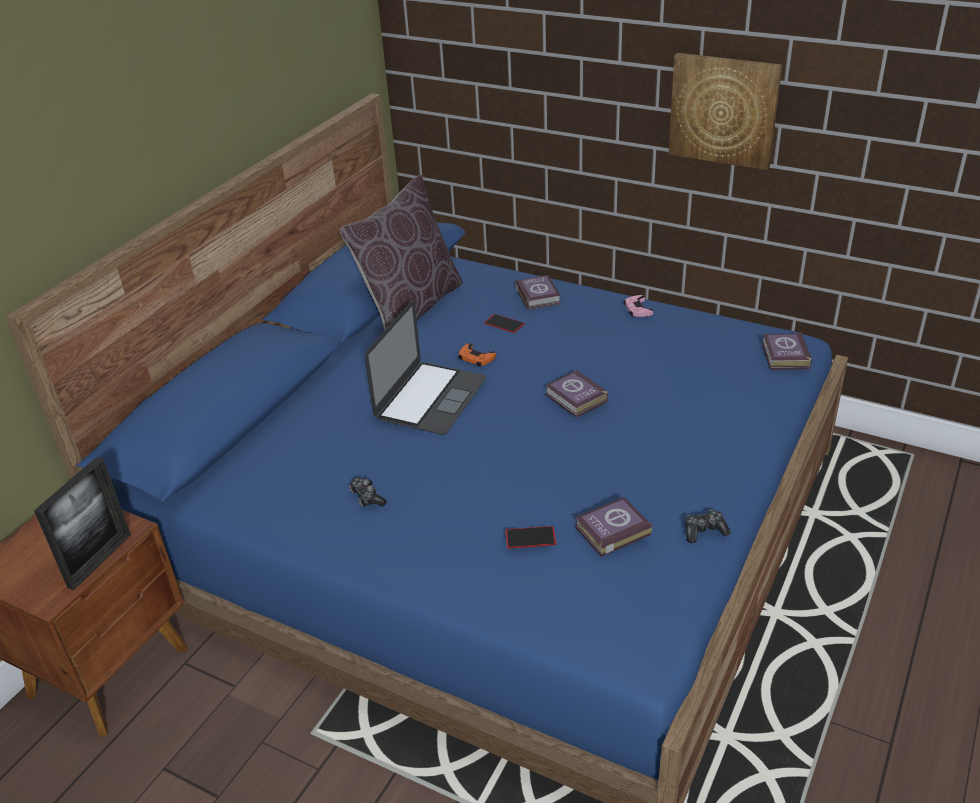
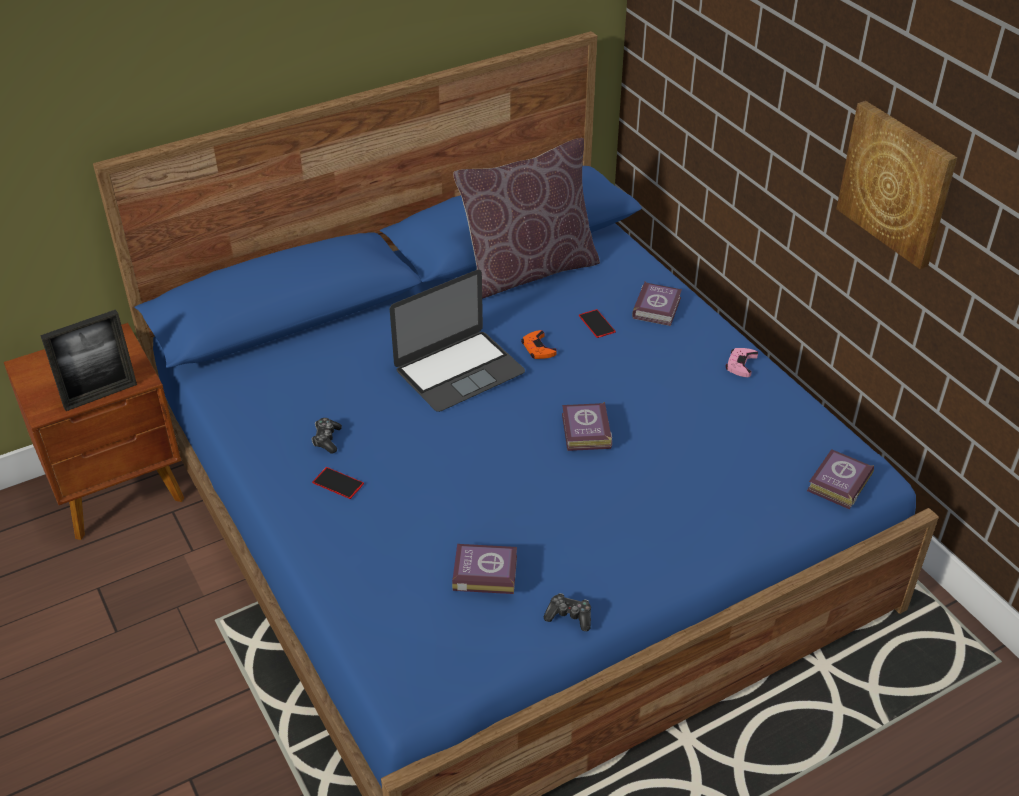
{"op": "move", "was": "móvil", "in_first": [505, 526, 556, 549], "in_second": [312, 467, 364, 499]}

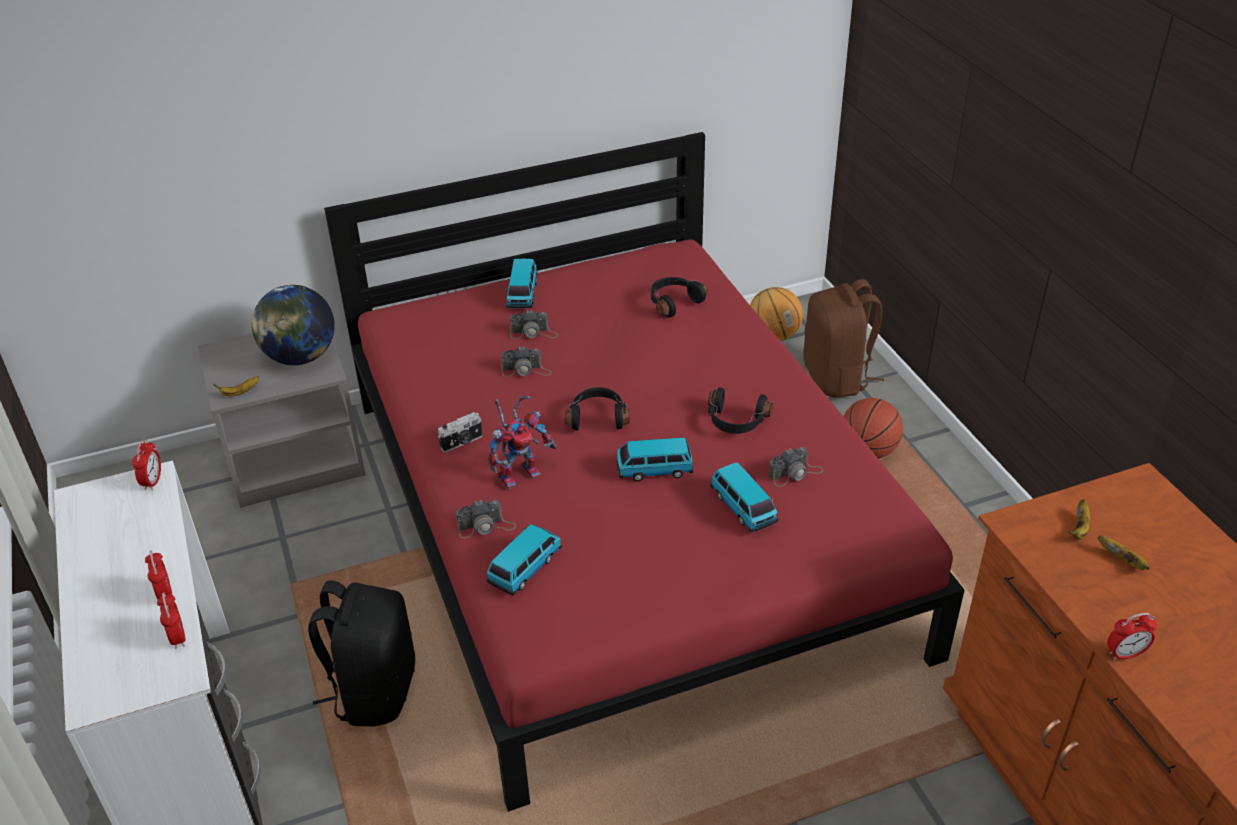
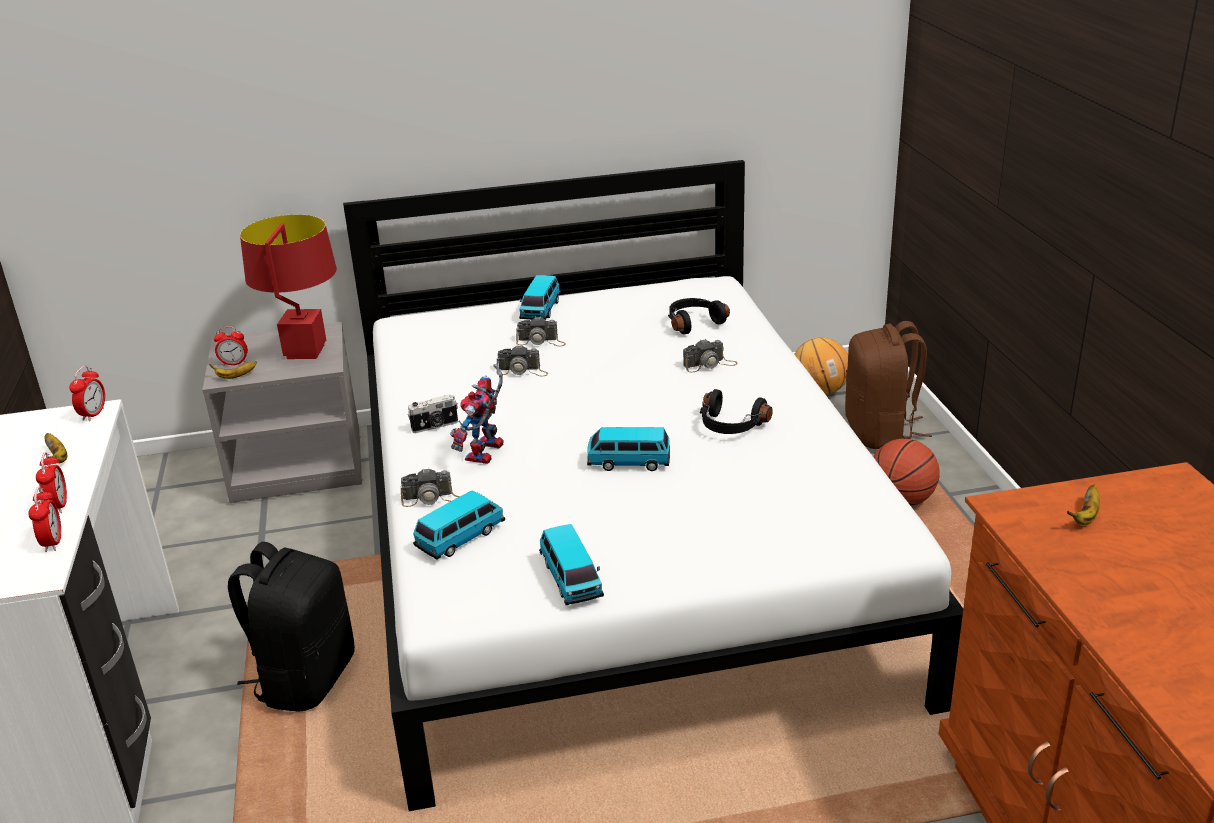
{"op": "replace", "was": "globo terráqueo", "now": "lámpara de mesa [rojo]", "in_first": [252, 285, 335, 365], "in_second": [240, 214, 337, 359]}
{"op": "recolor", "was": "cama [rojo]", "now": "cama [blanco]", "in_first": [324, 132, 965, 812], "in_second": [343, 160, 963, 811]}
{"op": "rotate", "was": "robot de juguete", "in_first": [488, 396, 557, 490], "in_second": [450, 364, 504, 464], "clockwise": 135}
{"op": "delete", "was": "auriculares [negro]", "in_first": [565, 387, 630, 431]}
{"op": "move", "was": "coche de juguete", "in_first": [710, 462, 779, 533], "in_second": [539, 524, 604, 605]}
{"op": "move", "was": "cámara", "in_first": [768, 447, 823, 487], "in_second": [683, 339, 738, 372]}
{"op": "move", "was": "plátano", "in_first": [1098, 535, 1150, 570], "in_second": [44, 433, 67, 463]}
{"op": "move", "was": "despertador", "in_first": [1107, 613, 1157, 661], "in_second": [214, 326, 248, 366]}

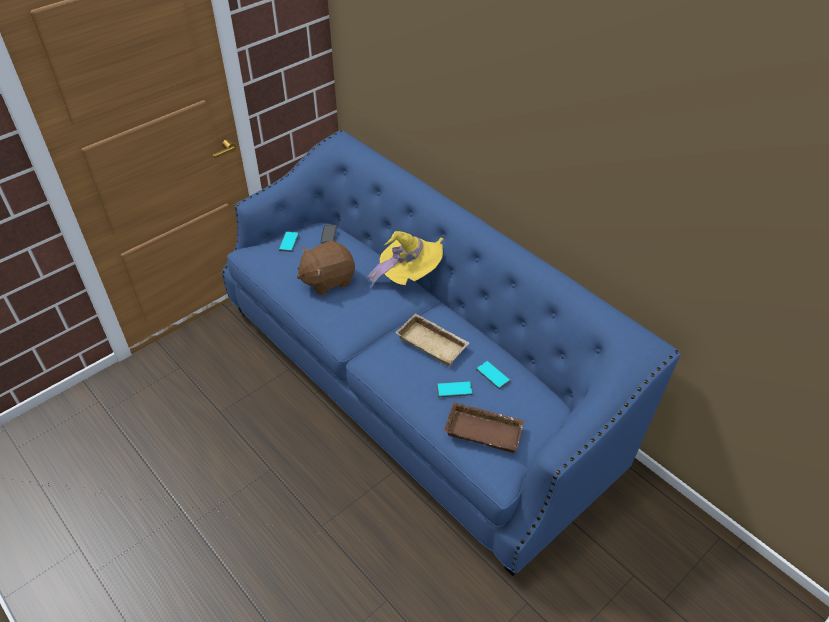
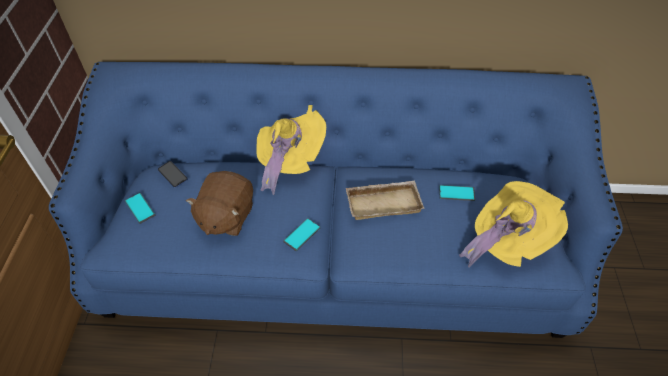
{"op": "move", "was": "móvil", "in_first": [436, 381, 473, 397], "in_second": [283, 218, 320, 251]}
{"op": "replace", "was": "bandeja [marrón]", "now": "sombrero [amarillo]", "in_first": [444, 402, 524, 453], "in_second": [459, 181, 568, 268]}

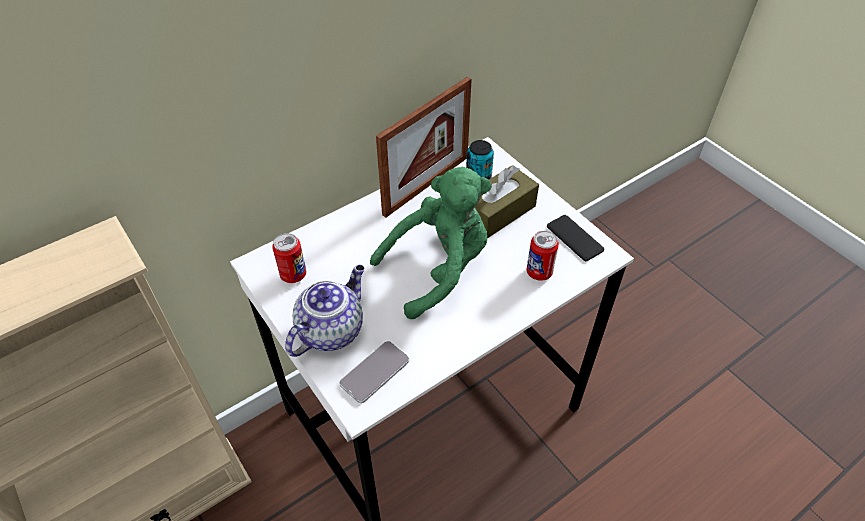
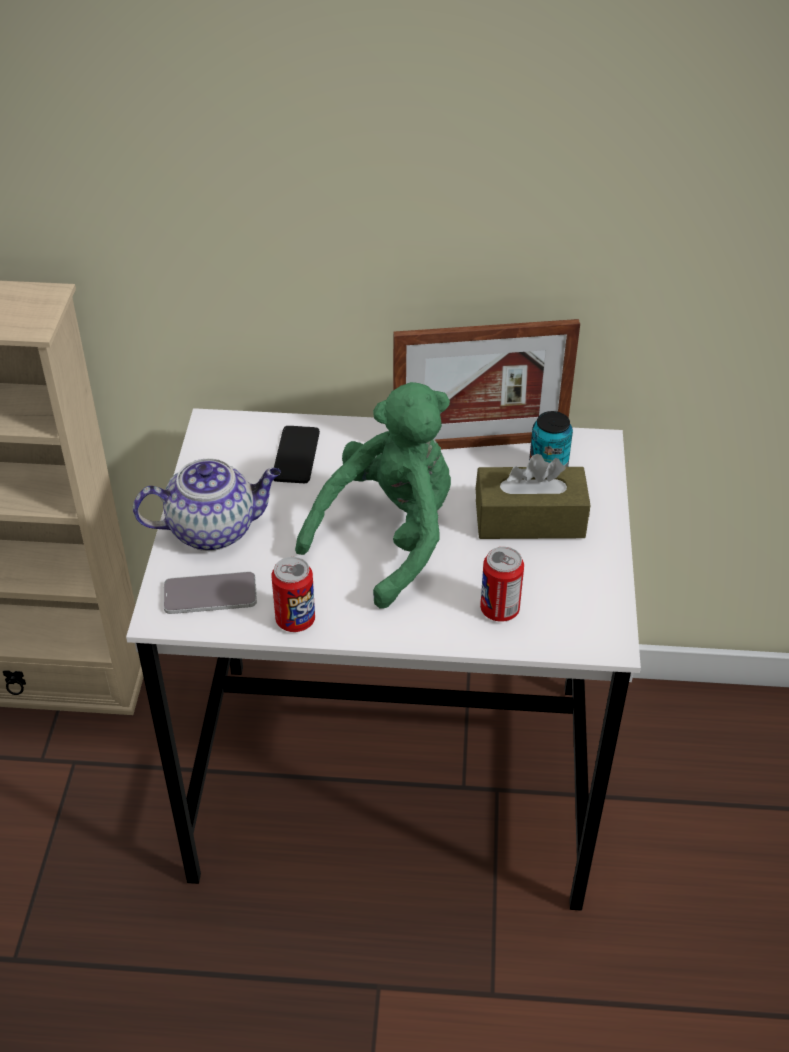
{"op": "move", "was": "lata", "in_first": [272, 233, 306, 283], "in_second": [271, 557, 315, 632]}
{"op": "rotate", "was": "peluche [verde]", "in_first": [370, 167, 492, 319], "in_second": [295, 382, 451, 608], "clockwise": -60}
{"op": "move", "was": "móvil", "in_first": [547, 215, 604, 261], "in_second": [273, 426, 320, 483]}

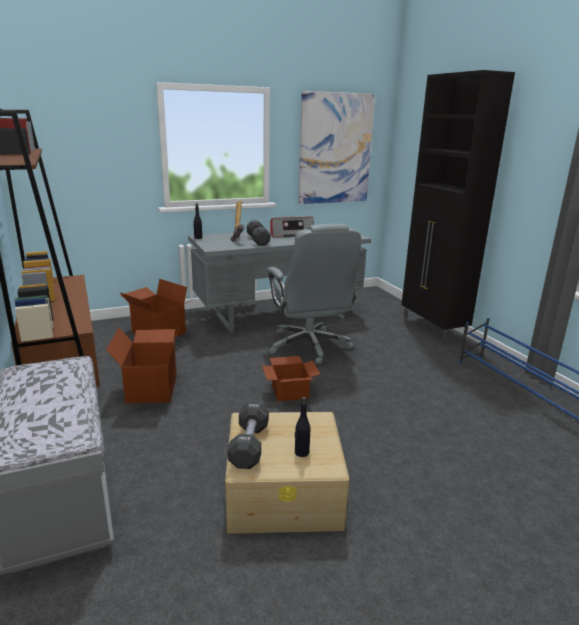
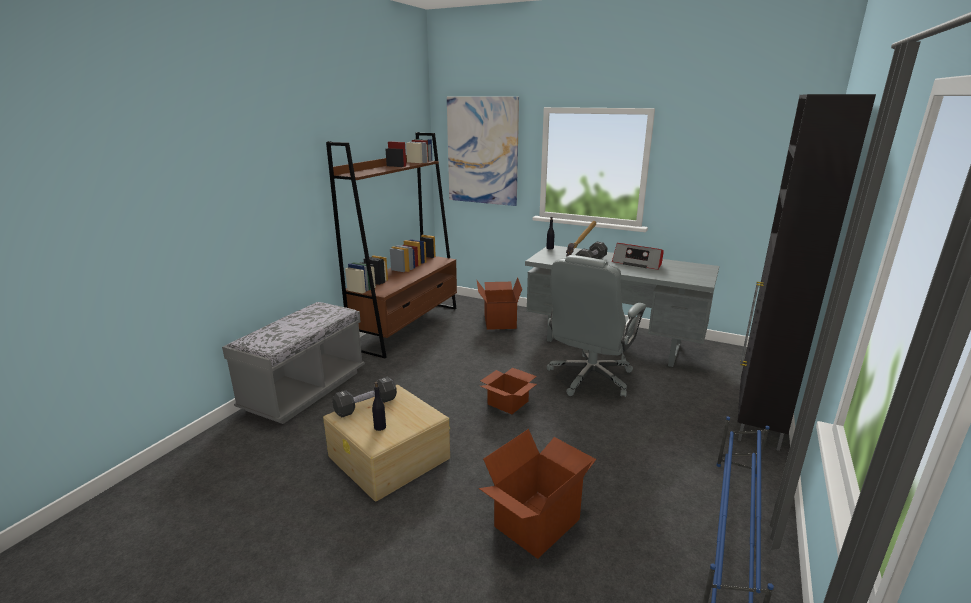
{"op": "move", "was": "caja de cartón", "in_first": [106, 324, 180, 403], "in_second": [479, 429, 596, 559]}
{"op": "move", "was": "cuadro", "in_first": [298, 91, 375, 204], "in_second": [447, 97, 519, 206]}

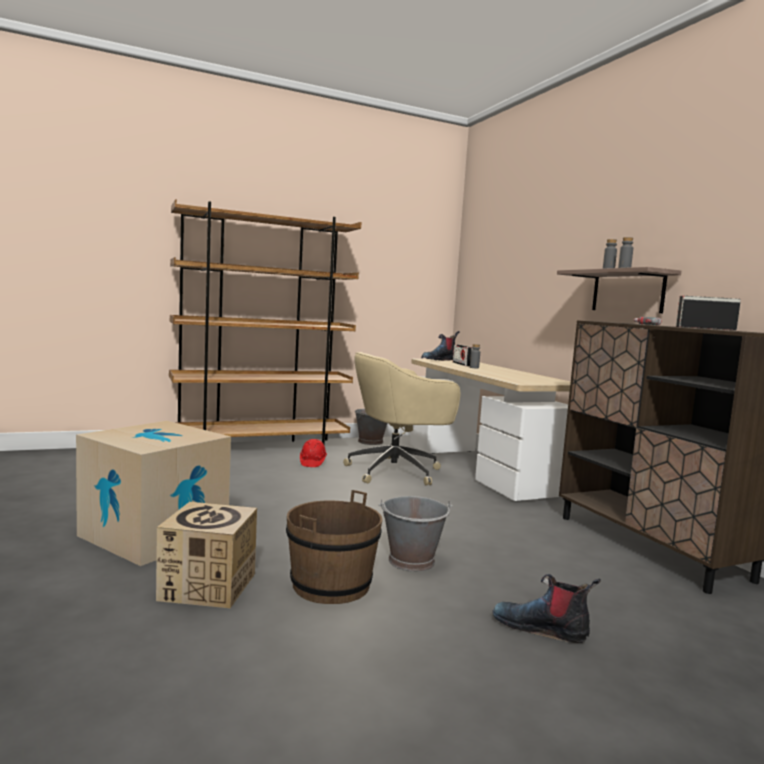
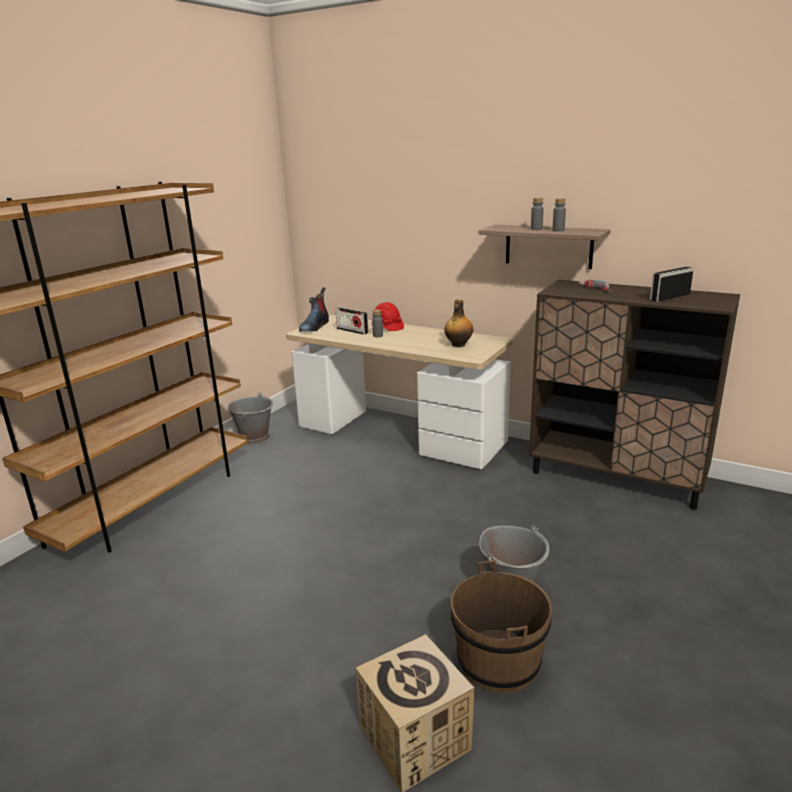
{"op": "delete", "was": "caja de cartón", "in_first": [76, 421, 231, 566]}
{"op": "move", "was": "casco [rojo]", "in_first": [300, 439, 327, 467], "in_second": [373, 302, 404, 331]}
{"op": "delete", "was": "silla de oficina [beis]", "in_first": [343, 352, 460, 485]}
{"op": "delete", "was": "bota", "in_first": [492, 574, 601, 643]}
{"op": "insert", "now": "botella", "in_second": [444, 300, 473, 347]}

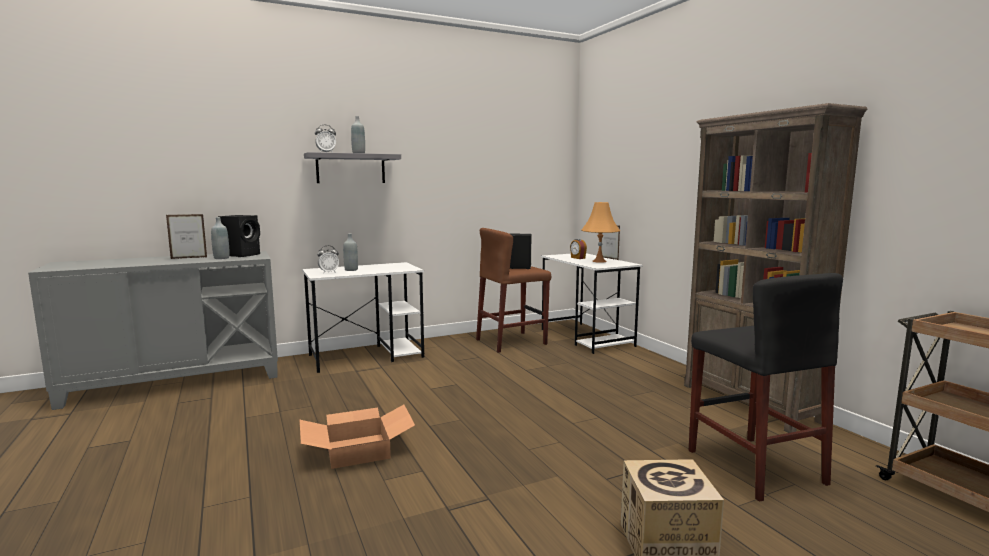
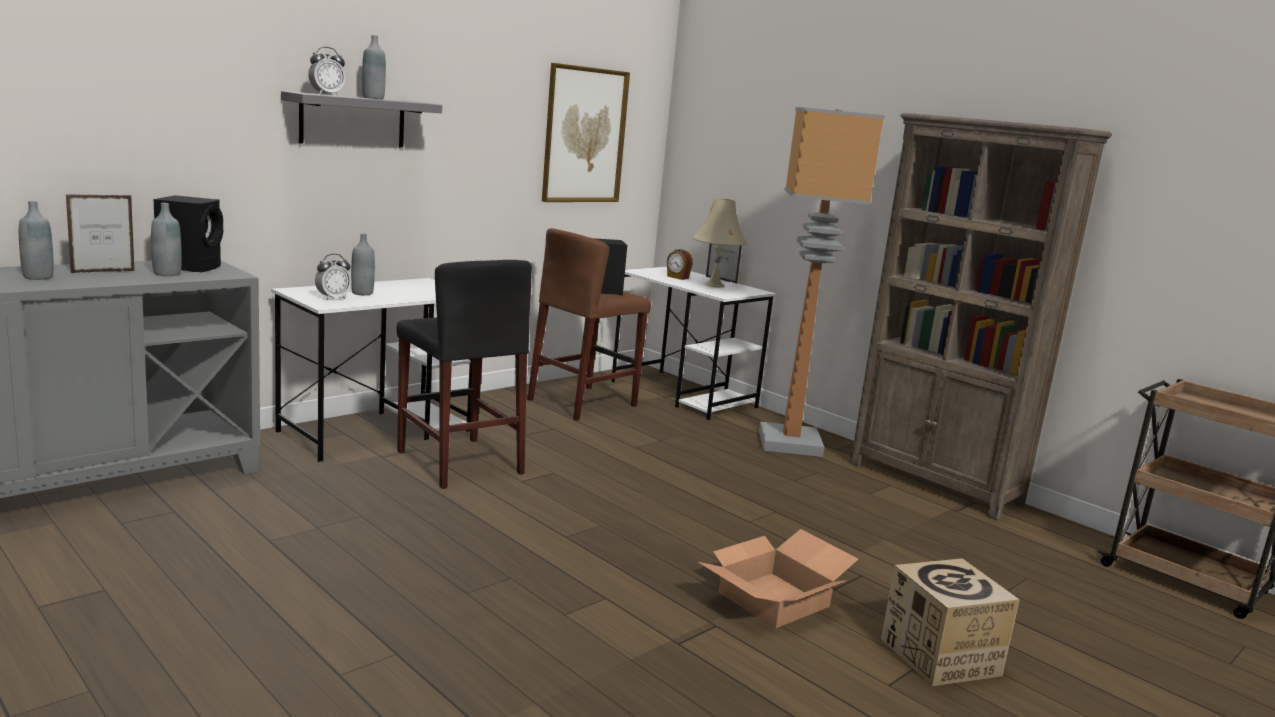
{"op": "move", "was": "caja de cartón", "in_first": [300, 405, 415, 469], "in_second": [698, 529, 858, 628]}
{"op": "recolor", "was": "lámpara de mesa [naranja]", "now": "lámpara de mesa [beis]", "in_first": [582, 202, 620, 263], "in_second": [692, 198, 747, 288]}
{"op": "move", "was": "taburete [negro]", "in_first": [689, 273, 843, 502], "in_second": [397, 260, 532, 489]}
{"op": "insert", "now": "botella [gris]", "in_second": [19, 201, 54, 280]}
{"op": "insert", "now": "cuadro", "in_second": [542, 63, 630, 202]}
{"op": "insert", "now": "lámpara de pie", "in_second": [759, 107, 885, 457]}

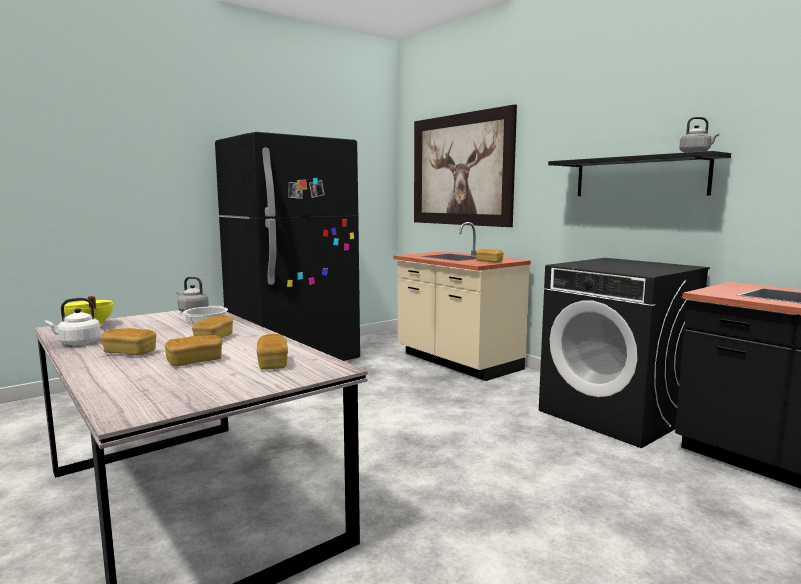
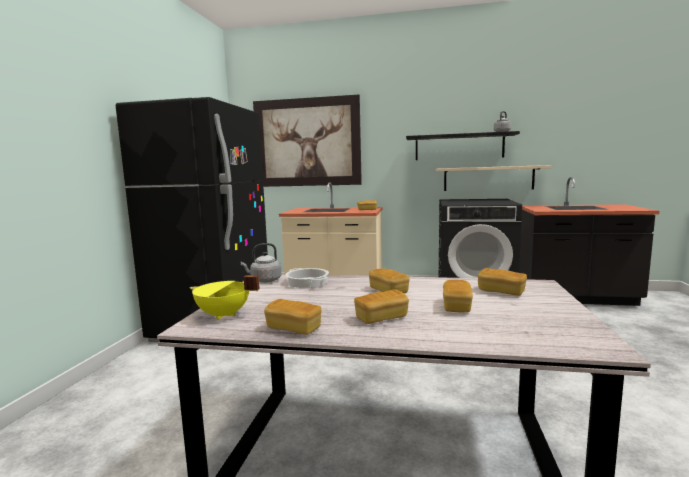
{"op": "replace", "was": "hervidor [blanco]", "now": "pan", "in_first": [45, 298, 101, 345], "in_second": [264, 299, 321, 335]}
{"op": "insert", "now": "estante [beis]", "in_second": [436, 165, 552, 191]}

